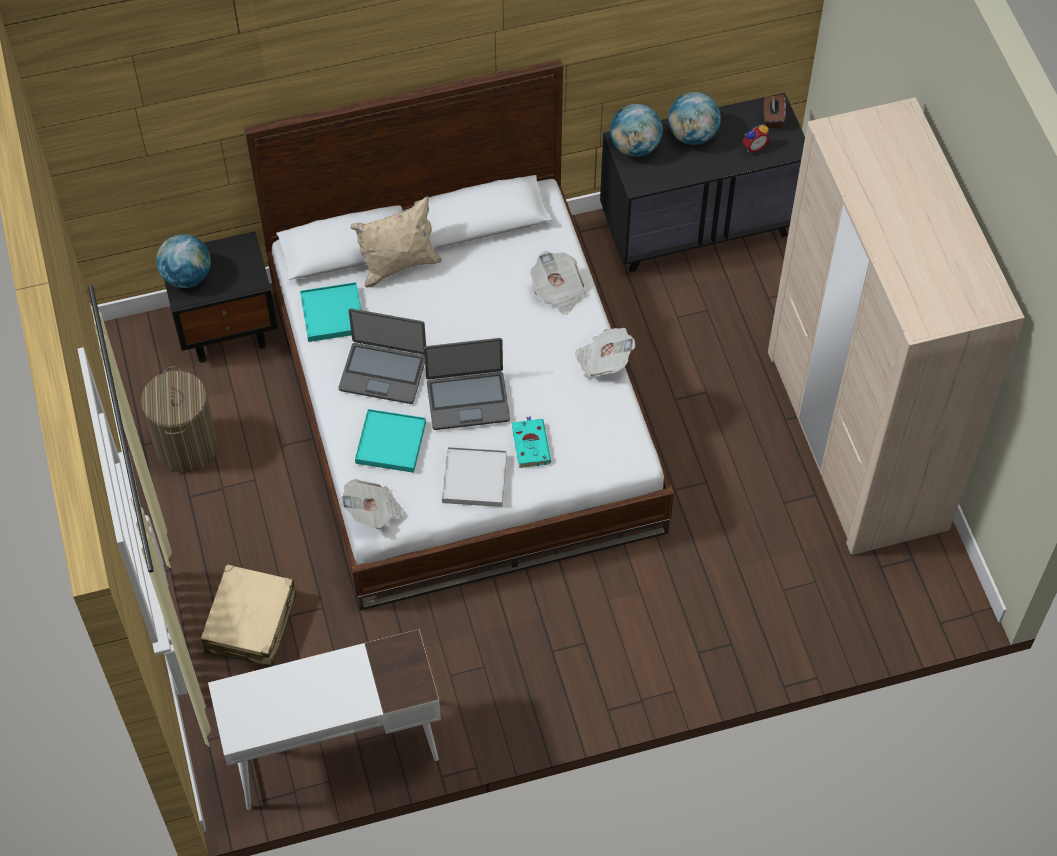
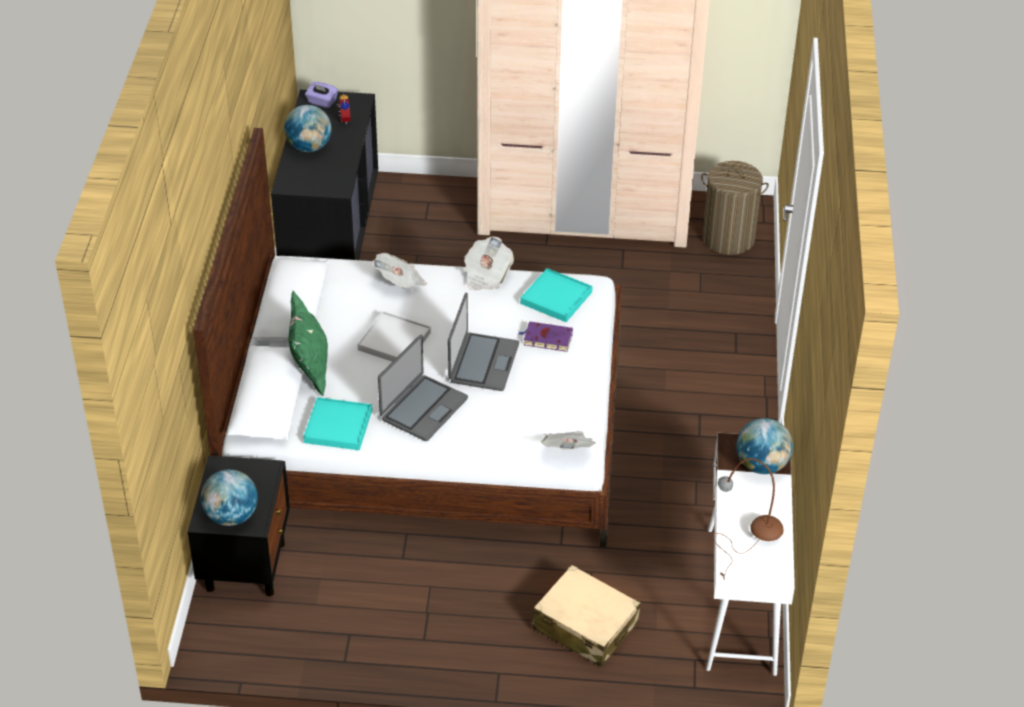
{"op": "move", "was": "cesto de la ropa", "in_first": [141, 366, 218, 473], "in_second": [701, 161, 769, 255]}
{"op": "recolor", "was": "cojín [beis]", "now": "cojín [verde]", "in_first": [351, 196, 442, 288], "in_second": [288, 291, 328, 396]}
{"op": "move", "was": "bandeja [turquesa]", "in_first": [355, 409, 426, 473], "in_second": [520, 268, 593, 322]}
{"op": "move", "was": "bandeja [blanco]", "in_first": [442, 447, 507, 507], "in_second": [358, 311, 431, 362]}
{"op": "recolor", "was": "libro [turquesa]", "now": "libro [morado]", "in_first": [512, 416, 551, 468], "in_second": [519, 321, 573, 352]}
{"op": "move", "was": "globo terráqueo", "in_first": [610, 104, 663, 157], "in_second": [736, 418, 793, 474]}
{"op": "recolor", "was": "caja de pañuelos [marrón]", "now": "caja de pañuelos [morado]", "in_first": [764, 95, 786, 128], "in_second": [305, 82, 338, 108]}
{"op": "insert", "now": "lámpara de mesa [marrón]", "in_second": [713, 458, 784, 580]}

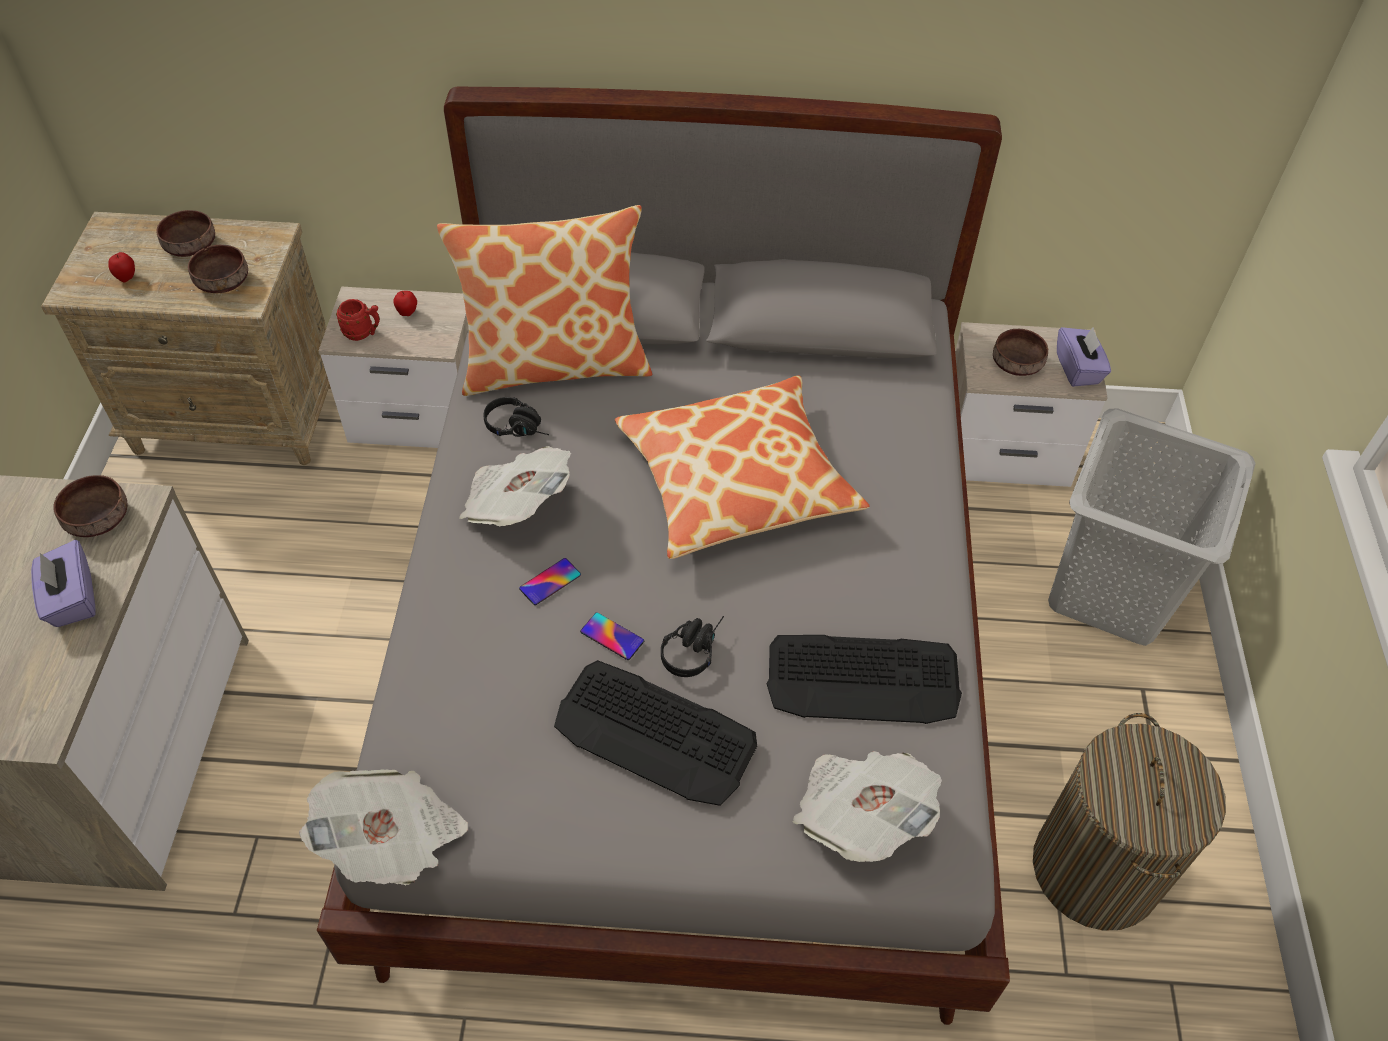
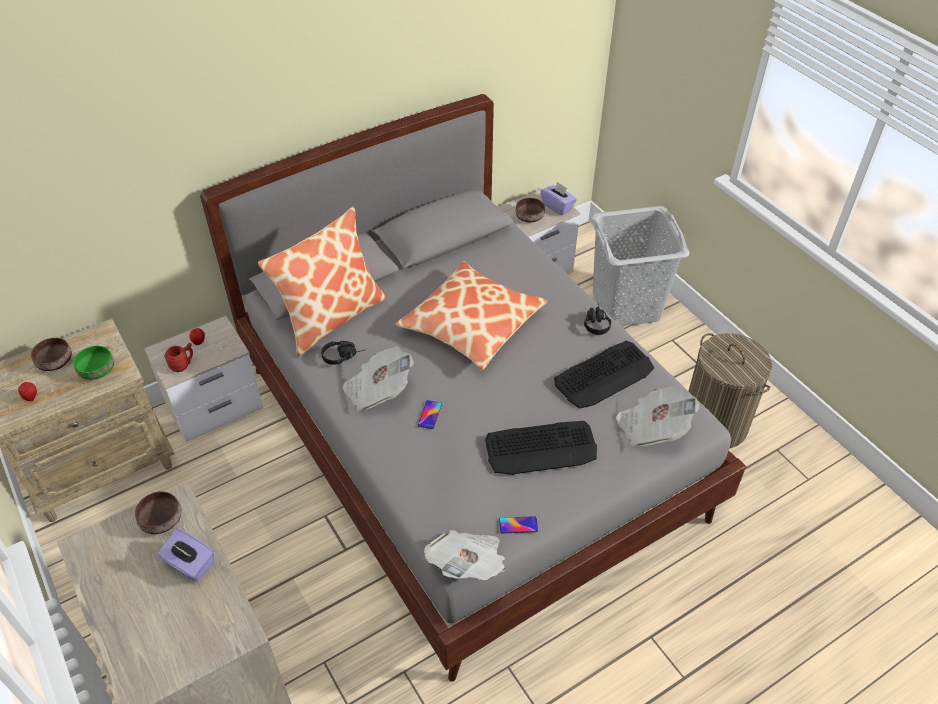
{"op": "recolor", "was": "cuenco [marrón]", "now": "cuenco [verde]", "in_first": [188, 245, 248, 293], "in_second": [73, 346, 114, 380]}
{"op": "move", "was": "móvil", "in_first": [580, 613, 644, 660], "in_second": [499, 516, 538, 533]}
{"op": "move", "was": "auriculares [negro]", "in_first": [661, 616, 724, 677], "in_second": [584, 304, 611, 335]}

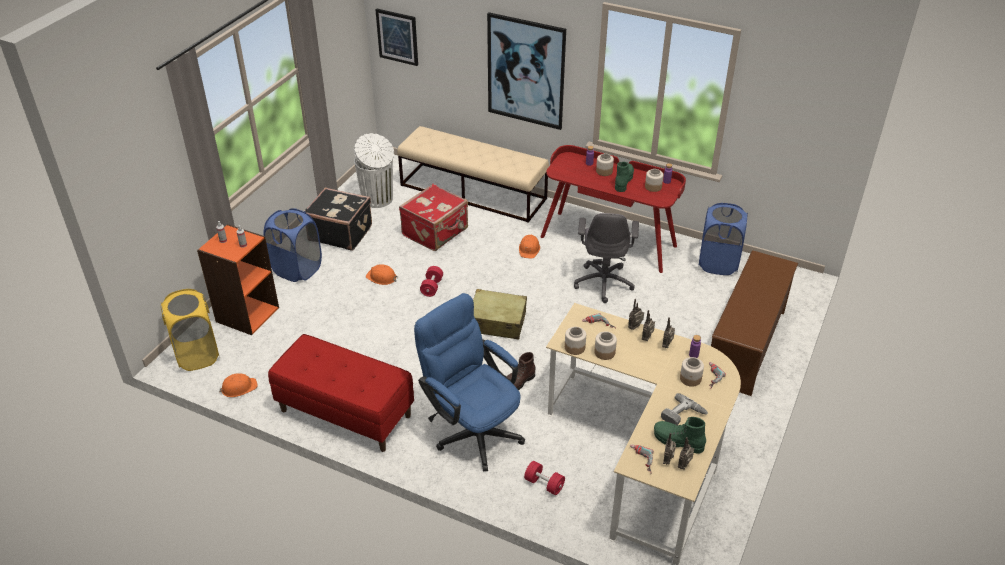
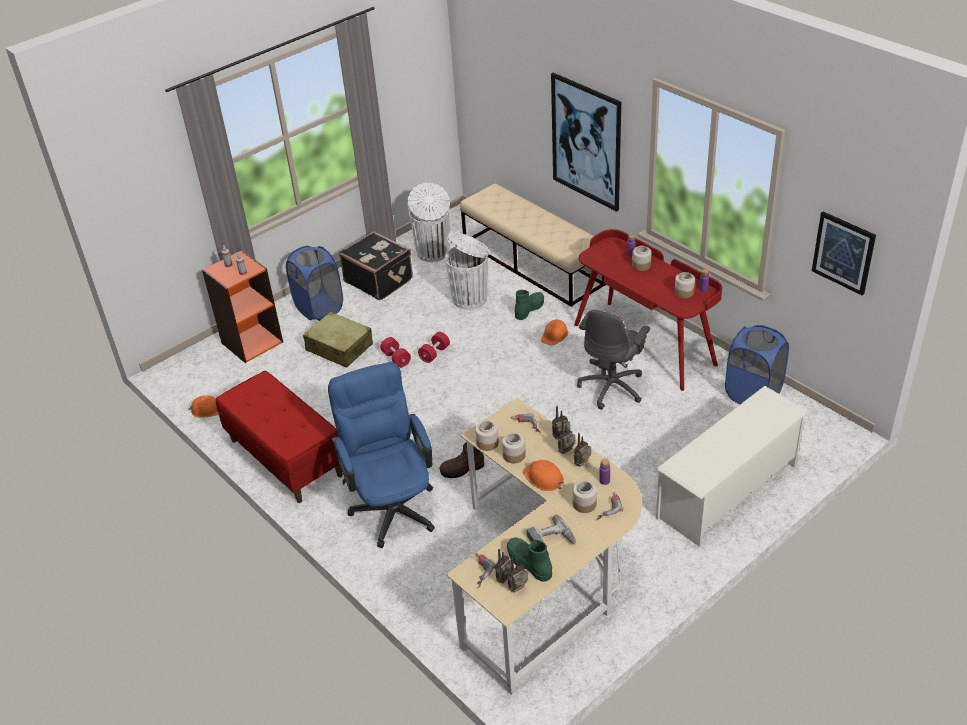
{"op": "delete", "was": "cesto de la ropa [amarillo]", "in_first": [161, 289, 219, 371]}
{"op": "move", "was": "casco [naranja]", "in_first": [366, 264, 398, 285], "in_second": [523, 460, 564, 491]}
{"op": "move", "was": "cuadro", "in_first": [375, 9, 418, 66], "in_second": [812, 212, 876, 295]}
{"op": "replace", "was": "maleta [rojo]", "now": "papelera [blanco]", "in_first": [399, 183, 468, 251], "in_second": [445, 232, 490, 310]}
{"op": "move", "was": "maleta [beis]", "in_first": [473, 289, 527, 340], "in_second": [303, 311, 373, 368]}
{"op": "move", "was": "mancuerna [rojo]", "in_first": [524, 461, 565, 495], "in_second": [380, 337, 411, 367]}
{"op": "move", "was": "bota [verde]", "in_first": [615, 162, 634, 192], "in_second": [515, 290, 544, 320]}
{"op": "recolor", "was": "zapatero [marrón]", "now": "zapatero [blanco]", "in_first": [711, 250, 798, 396], "in_second": [656, 386, 810, 547]}

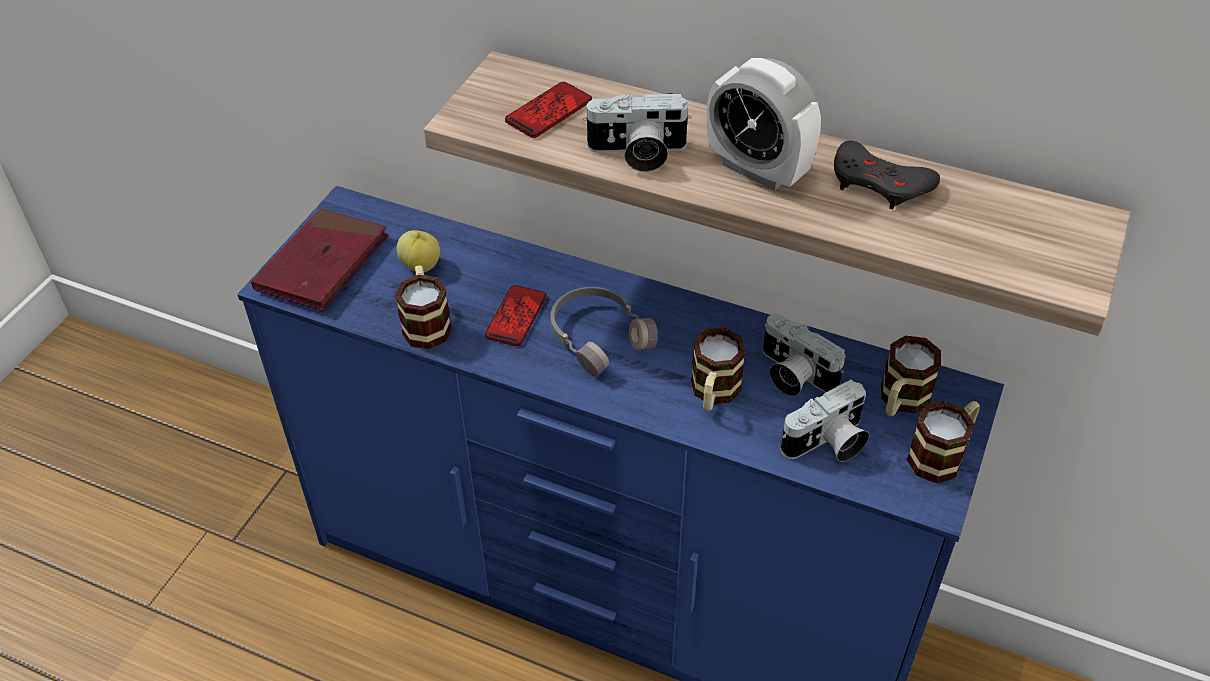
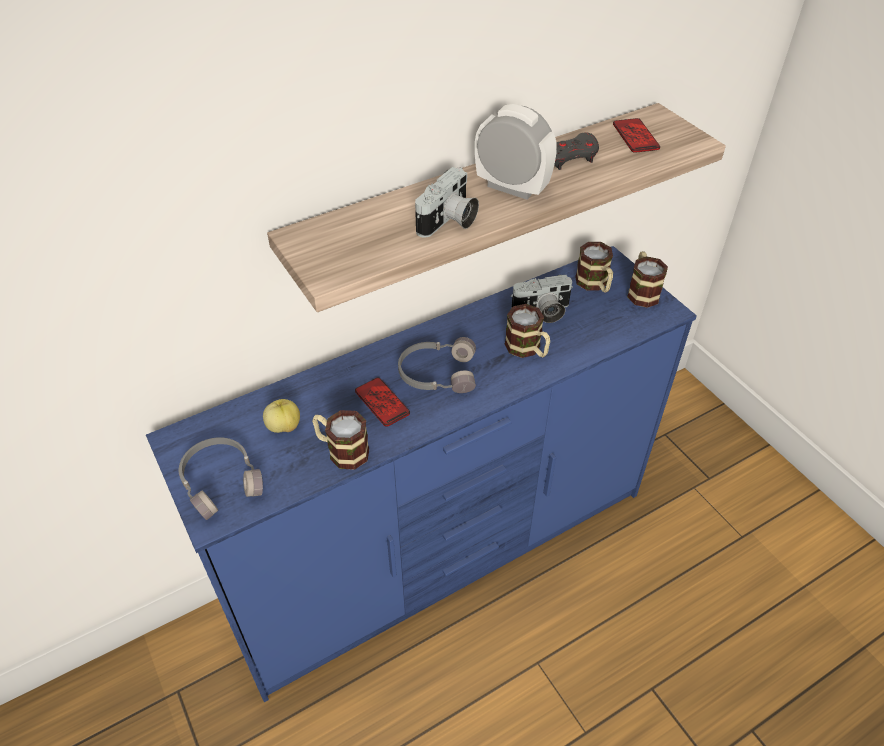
{"op": "replace", "was": "libro [rojo]", "now": "auriculares [gris]", "in_first": [251, 209, 388, 311], "in_second": [179, 437, 263, 520]}
{"op": "move", "was": "móvil", "in_first": [505, 82, 592, 138], "in_second": [613, 118, 660, 153]}
{"op": "rotate", "was": "despertador", "in_first": [707, 58, 821, 191], "in_second": [475, 104, 557, 200], "clockwise": -135}
{"op": "delete", "was": "cámara", "in_first": [780, 380, 869, 462]}

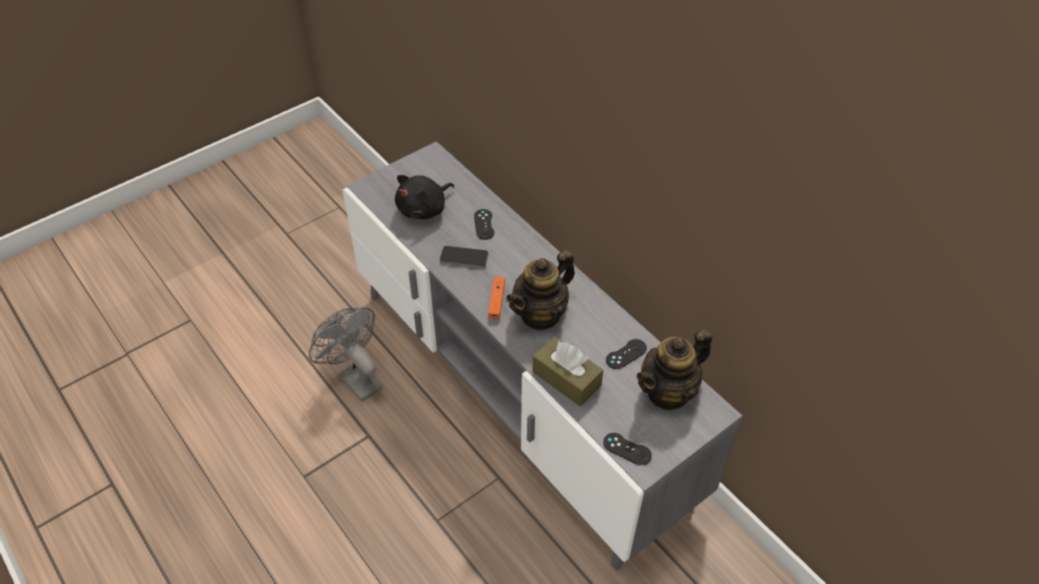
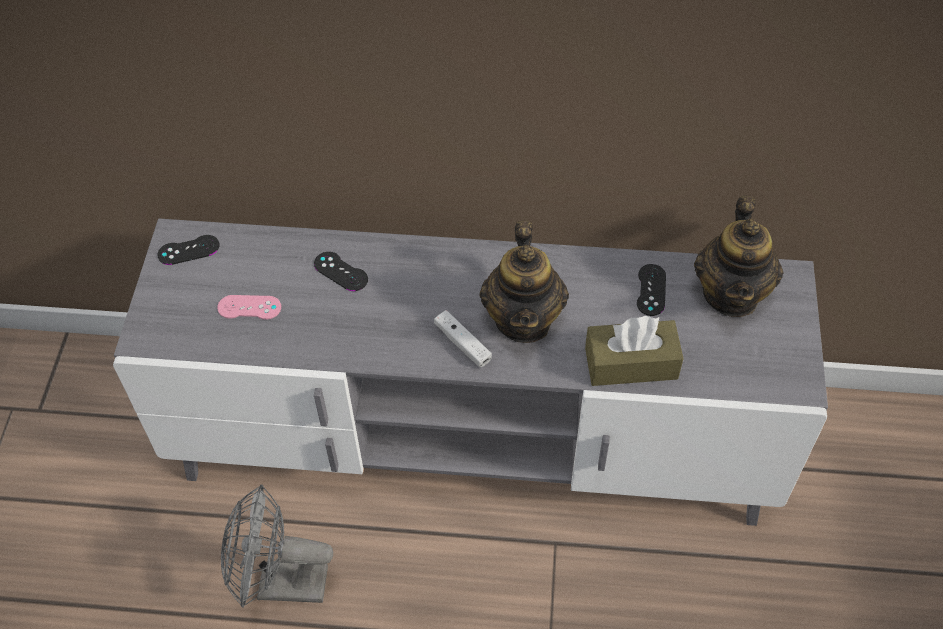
{"op": "replace", "was": "peluche [negro]", "now": "mando de consola [rosa]", "in_first": [395, 175, 454, 219], "in_second": [217, 295, 281, 320]}
{"op": "delete", "was": "móvil", "in_first": [440, 246, 488, 268]}
{"op": "recolor", "was": "mando de consola [naranja]", "now": "mando de consola [blanco]", "in_first": [488, 276, 505, 319], "in_second": [434, 310, 492, 368]}
{"op": "move", "was": "mando de consola [negro]", "in_first": [603, 433, 652, 465], "in_second": [158, 235, 220, 265]}

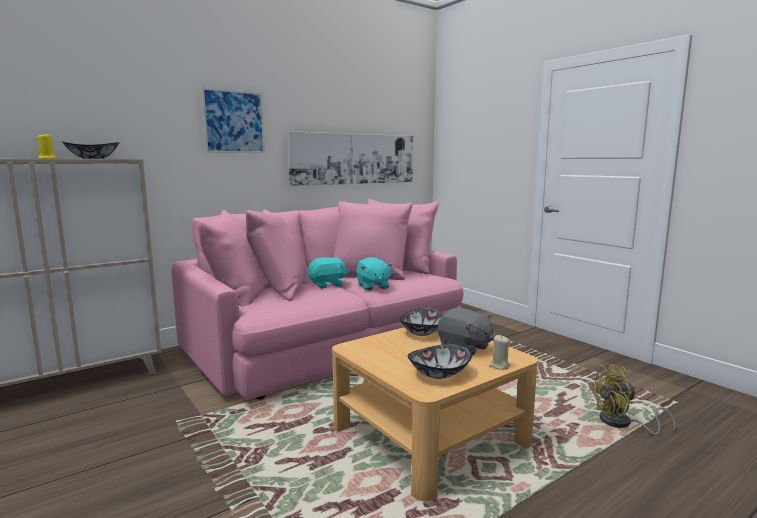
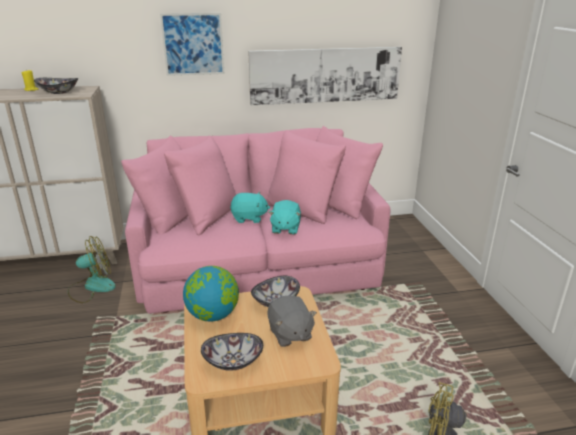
{"op": "delete", "was": "vela [beis]", "in_first": [489, 335, 510, 370]}
{"op": "insert", "now": "ventilador", "in_second": [68, 236, 116, 303]}
{"op": "insert", "now": "globo terráqueo", "in_second": [183, 266, 239, 322]}

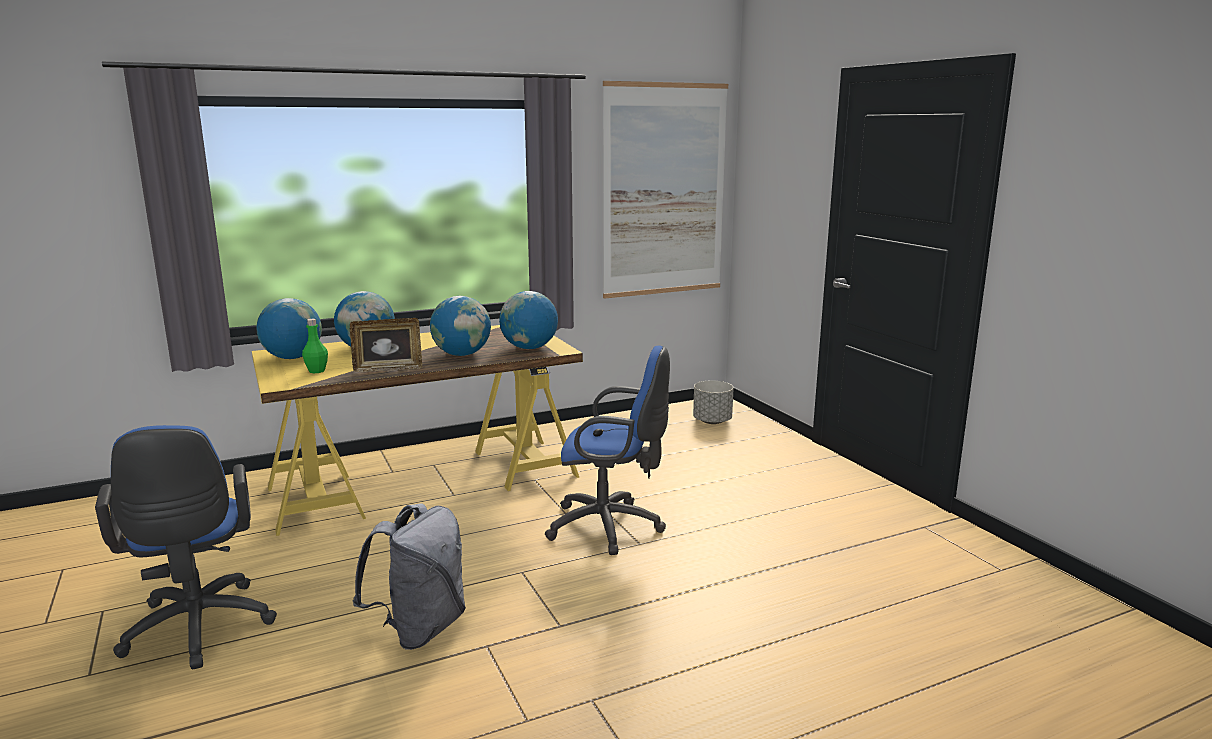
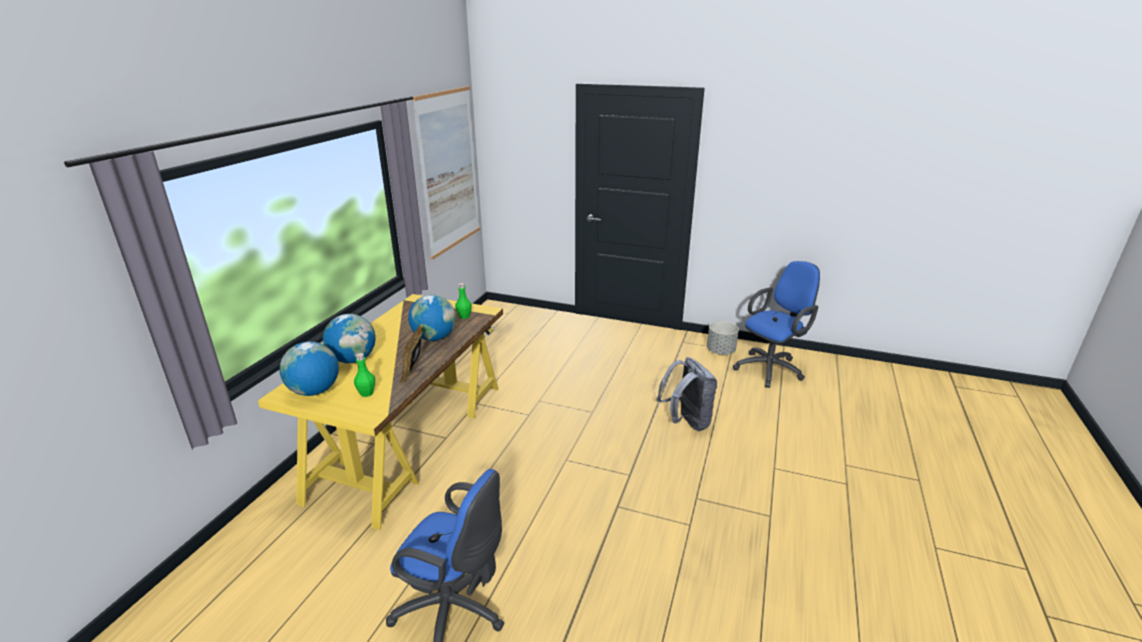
{"op": "rotate", "was": "portarretratos", "in_first": [350, 318, 422, 372], "in_second": [401, 324, 422, 382], "clockwise": 150}
{"op": "move", "was": "mochila [gris]", "in_first": [352, 503, 466, 650], "in_second": [656, 357, 717, 431]}
{"op": "replace", "was": "globo terráqueo", "now": "botella [verde]", "in_first": [499, 291, 558, 349], "in_second": [455, 283, 472, 319]}
{"op": "move", "was": "silla de oficina [azul]", "in_first": [545, 346, 670, 555], "in_second": [733, 261, 820, 388]}
{"op": "move", "was": "maceta [gris]", "in_first": [693, 381, 734, 424], "in_second": [707, 321, 739, 355]}

